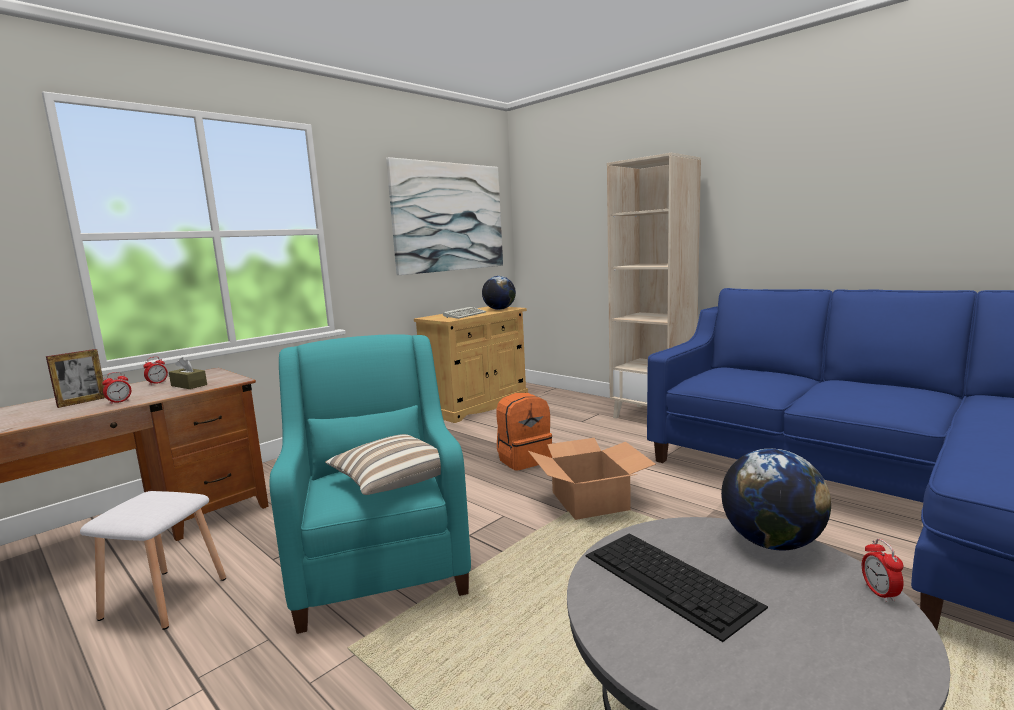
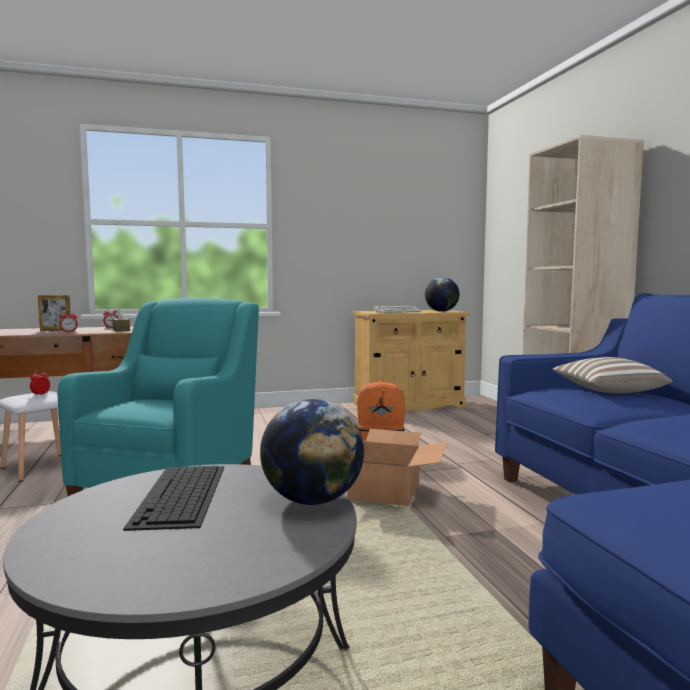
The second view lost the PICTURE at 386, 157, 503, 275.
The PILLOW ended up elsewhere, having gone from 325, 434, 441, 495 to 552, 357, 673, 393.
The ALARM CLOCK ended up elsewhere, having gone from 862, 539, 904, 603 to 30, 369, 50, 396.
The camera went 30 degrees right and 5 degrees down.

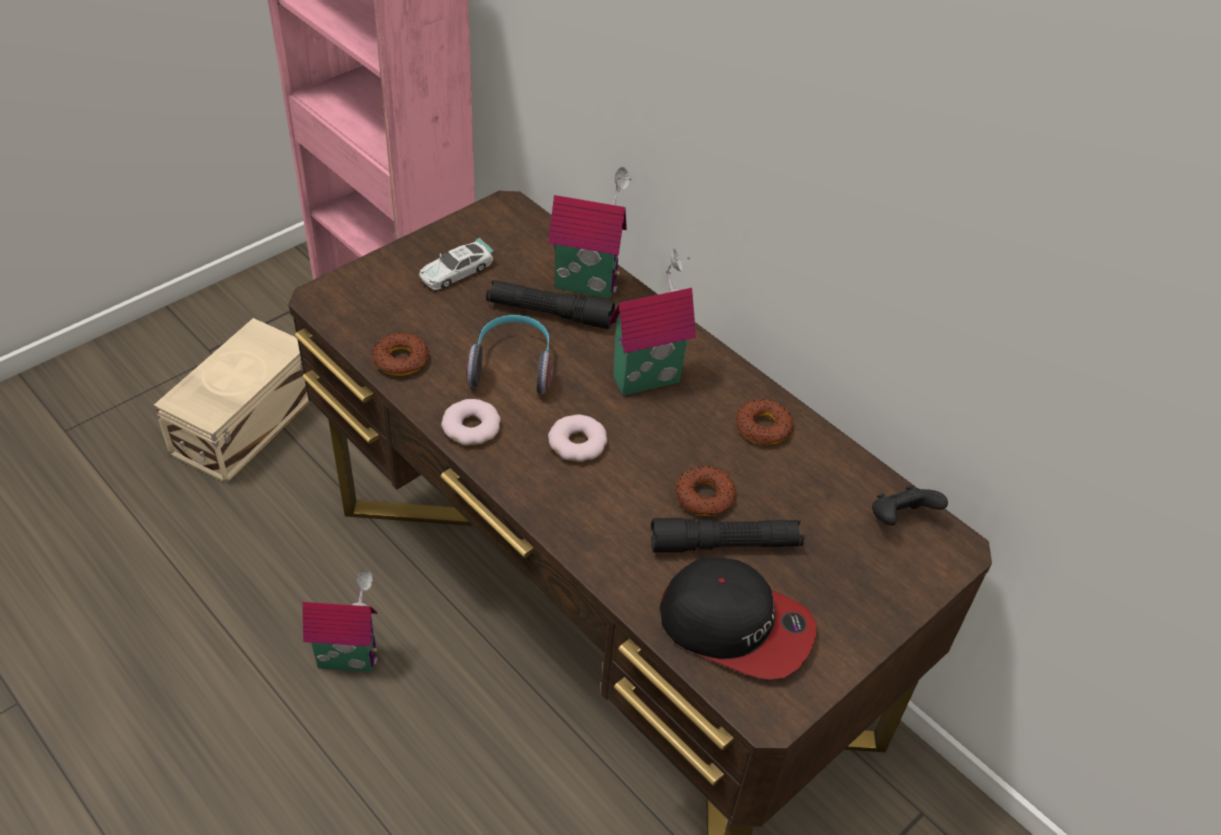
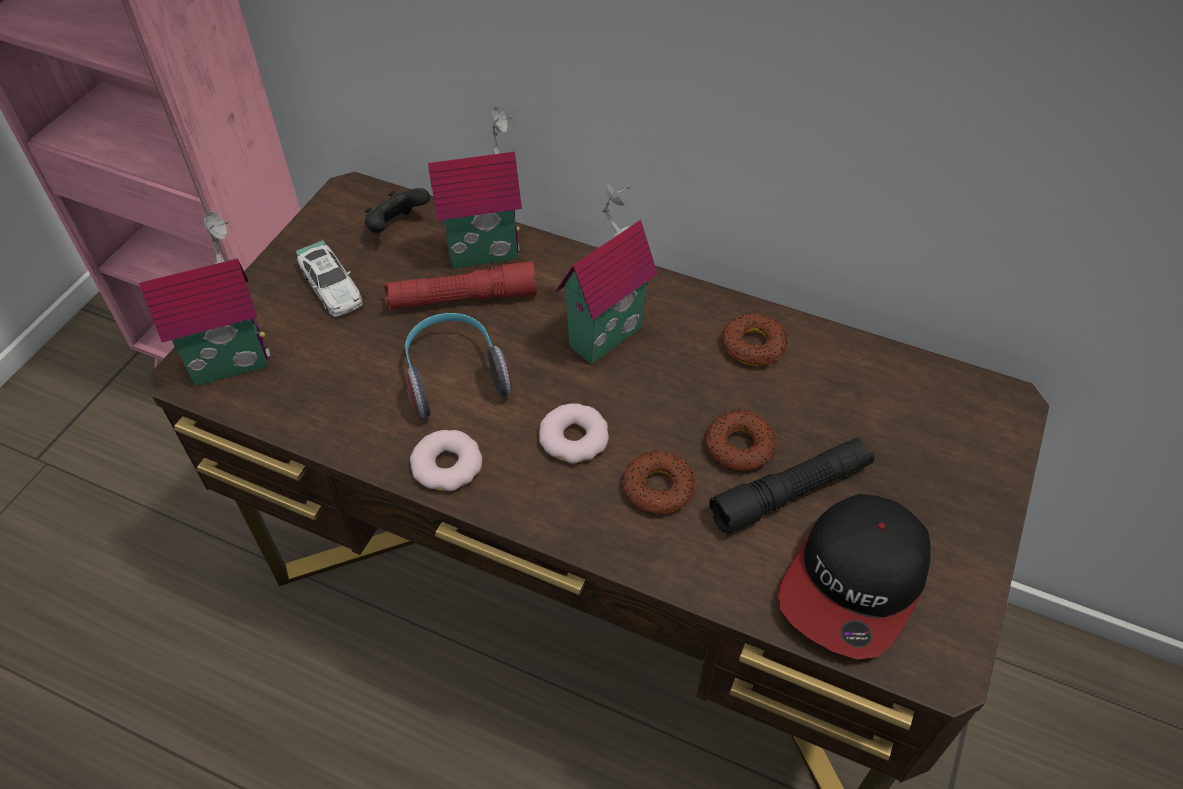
The TOY CAR at 419, 238, 494, 290 ended up facing another way, 60 degrees counterclockwise from before.
What was the BLACK FLASHLIGHT at 486, 280, 615, 329 turned into the RED FLASHLIGHT at 384, 262, 537, 309.
The second view lost the BEIGE STORAGE BOX at 154, 318, 310, 484.
The DONUT ended up elsewhere, having gone from 372, 332, 430, 376 to 622, 450, 696, 514.
The BLACK GAME CONTROLLER ended up elsewhere, having gone from 872, 486, 948, 525 to 364, 188, 430, 233.
The CAP at 660, 557, 817, 680 ended up facing another way, 120 degrees clockwise from before.
The TOY HOUSE ended up elsewhere, having gone from 302, 570, 378, 672 to 139, 211, 271, 386.
The camera went 20 degrees left and 5 degrees up.

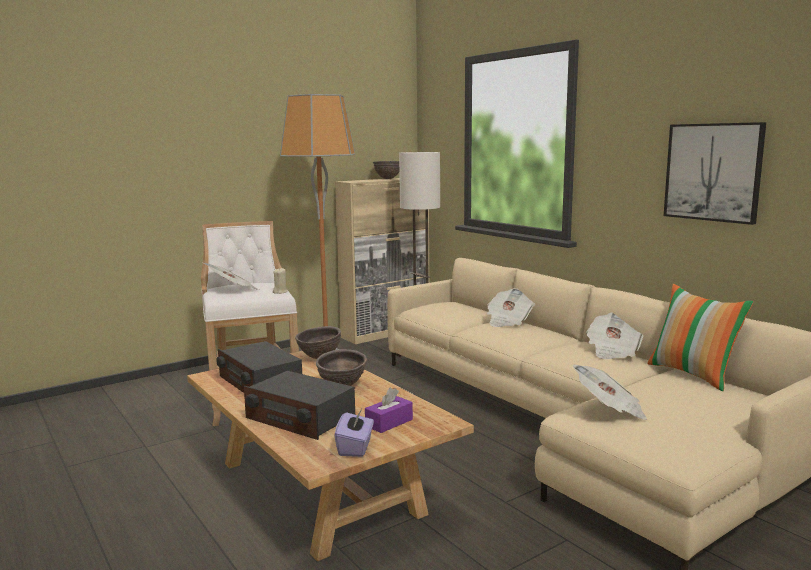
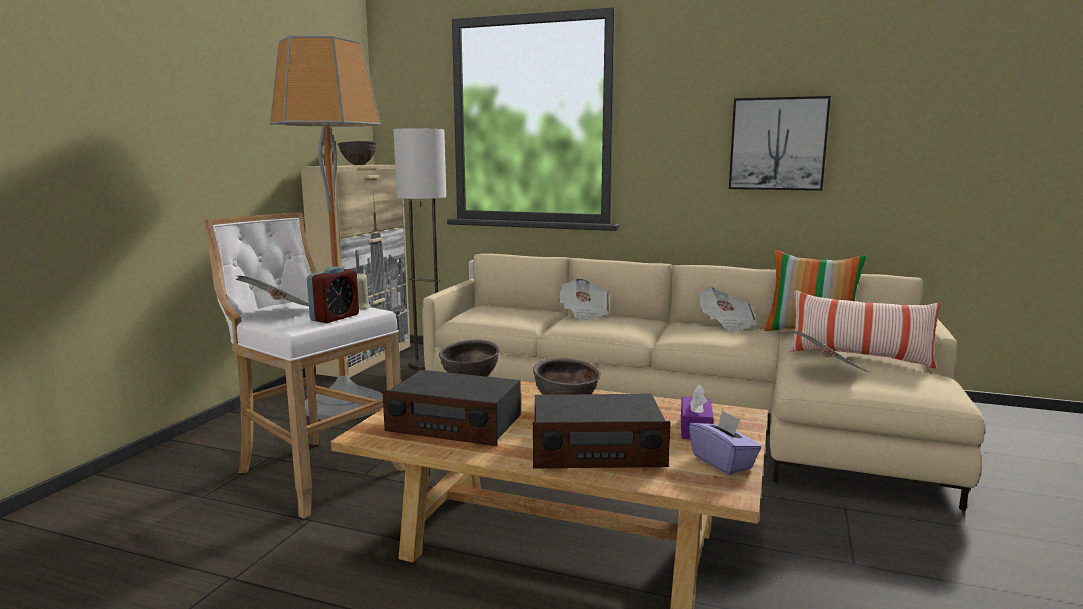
The second view gained the ALARM CLOCK at 307, 267, 359, 323.
The second view gained the PILLOW at 788, 290, 941, 369.
The camera went 35 degrees left and 0 degrees up.

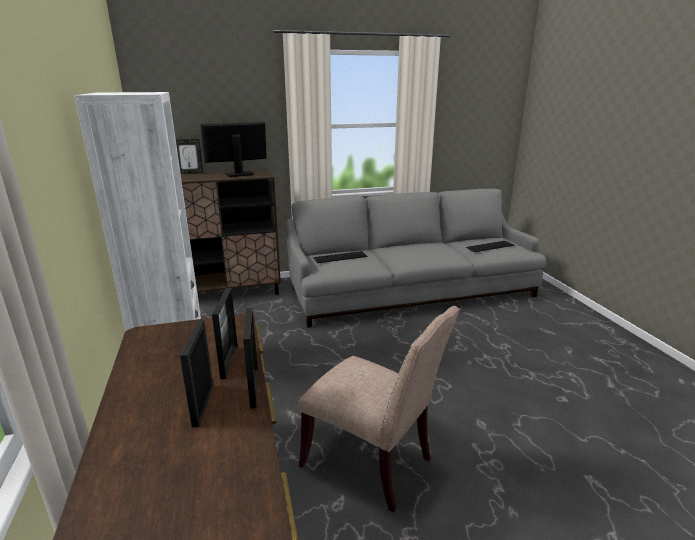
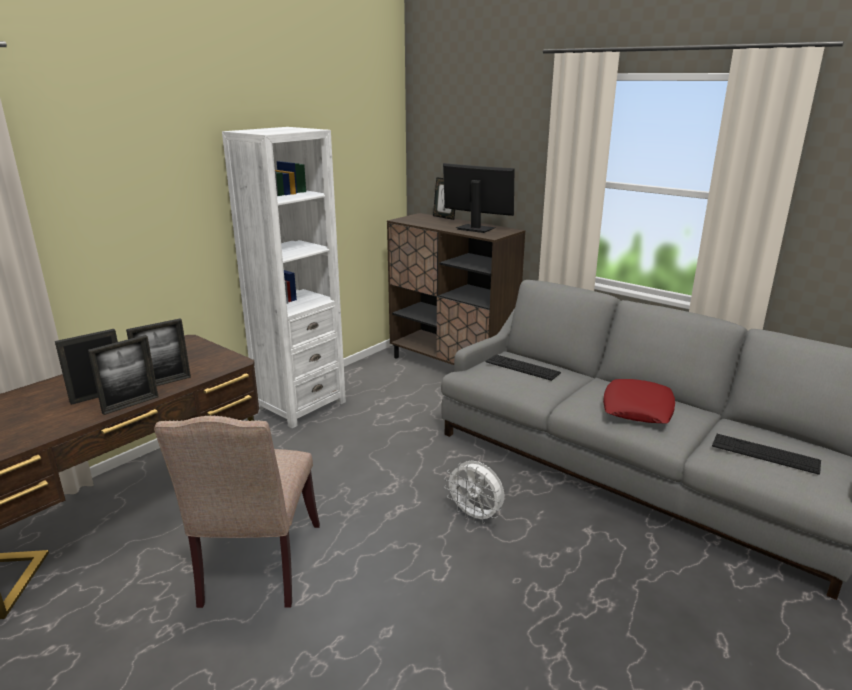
The second view gained the RED PILLOW at 603, 379, 675, 423.
The second view gained the WHITE FAN at 444, 461, 505, 524.
The camera went 55 degrees right and 0 degrees up.

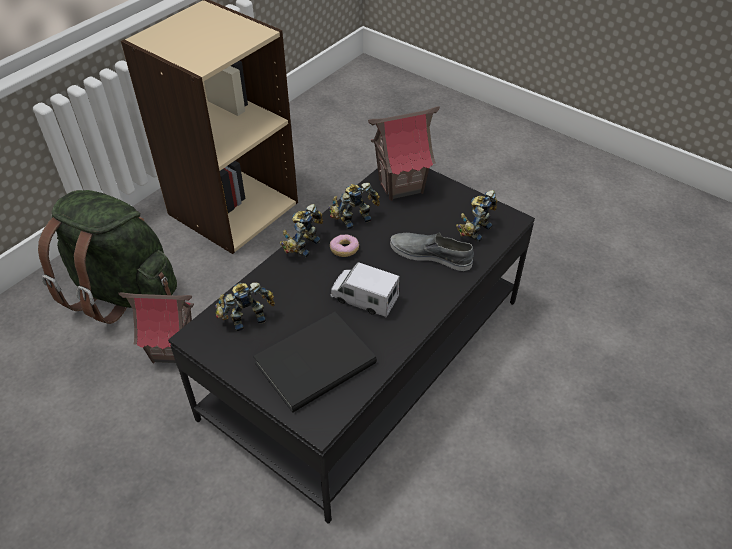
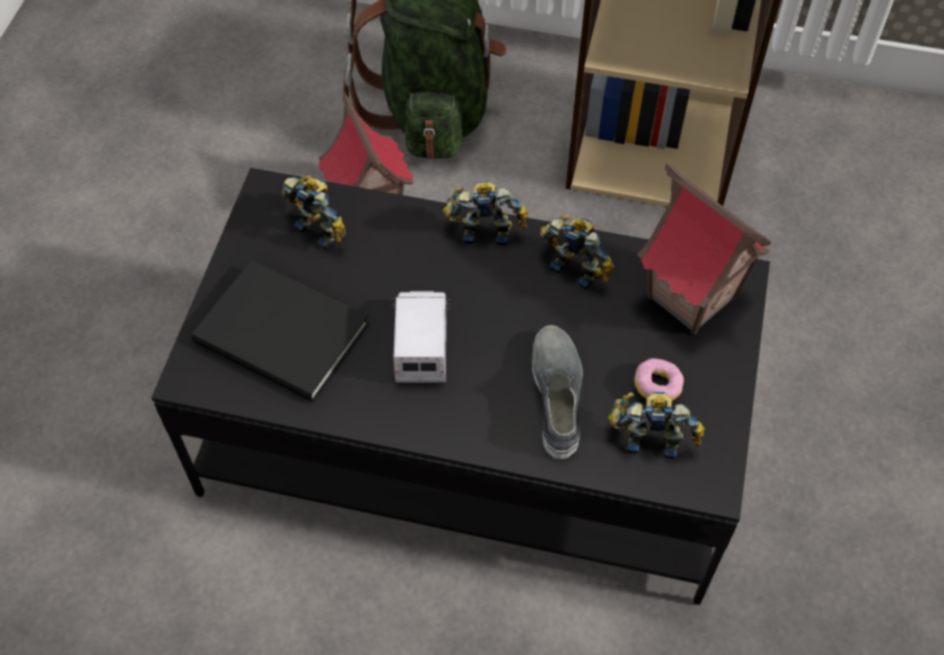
The DONUT ended up elsewhere, having gone from 330, 235, 359, 257 to 634, 358, 684, 401.
The camera went 65 degrees right and 10 degrees up.

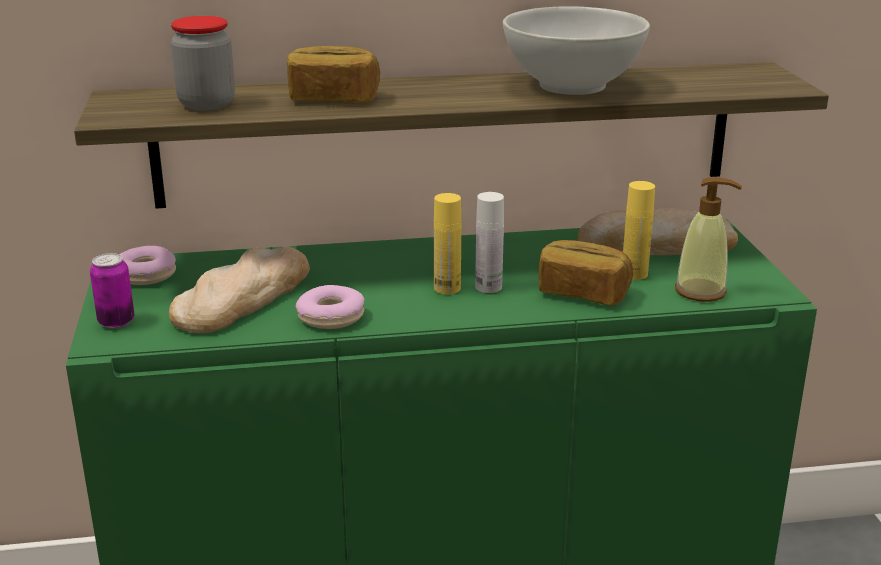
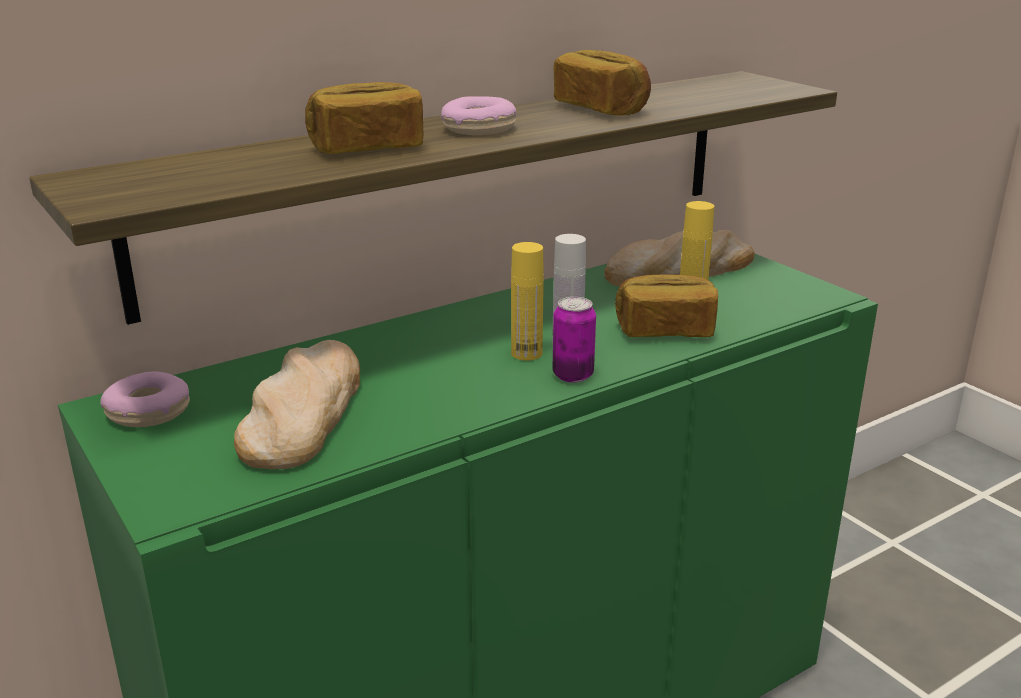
Where the WHITE BOWL stood at 503, 6, 650, 95, the BREAD came to stand at 554, 50, 651, 116.
The second view lost the JAR at 171, 16, 235, 111.
The second view lost the SOAP DISPENSER at 675, 177, 742, 302.
The CAN ended up elsewhere, having gone from 90, 253, 135, 328 to 552, 297, 596, 383.
The DONUT ended up elsewhere, having gone from 296, 285, 365, 329 to 441, 96, 516, 135.
The camera went 25 degrees left and 0 degrees up.

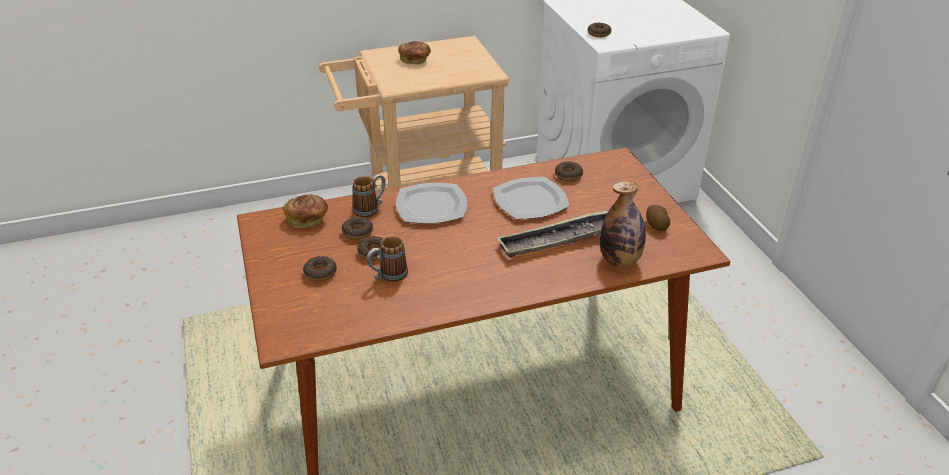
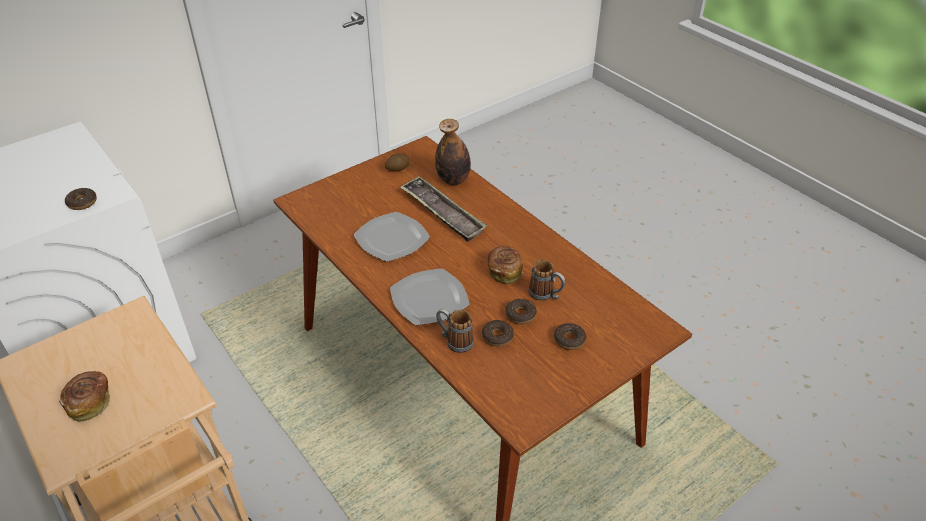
The second view lost the DONUT at 555, 161, 583, 181.
The BREAD ended up elsewhere, having gone from 283, 194, 328, 228 to 488, 246, 523, 284.
The camera went 110 degrees left and 5 degrees up.

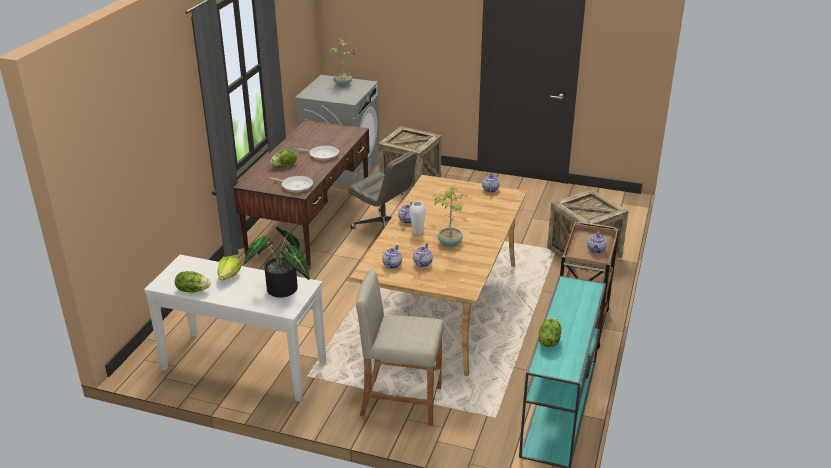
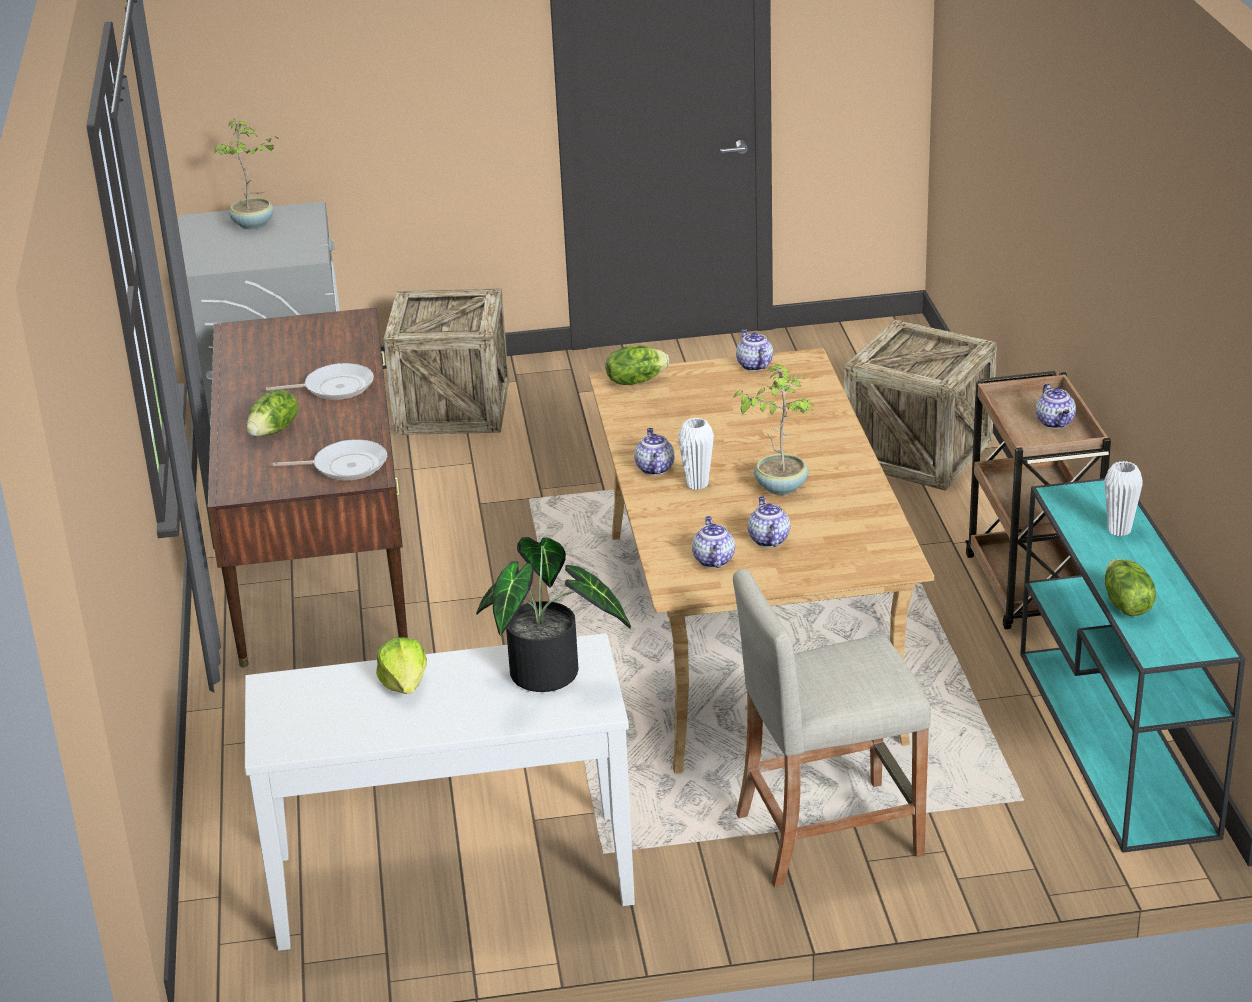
The second view lost the GREY OFFICE CHAIR at 348, 151, 417, 229.
The LETTUCE ended up elsewhere, having gone from 175, 271, 211, 292 to 605, 346, 669, 385.
The second view gained the WHITE VASE at 1105, 461, 1143, 536.
The camera went 25 degrees left and 0 degrees up.

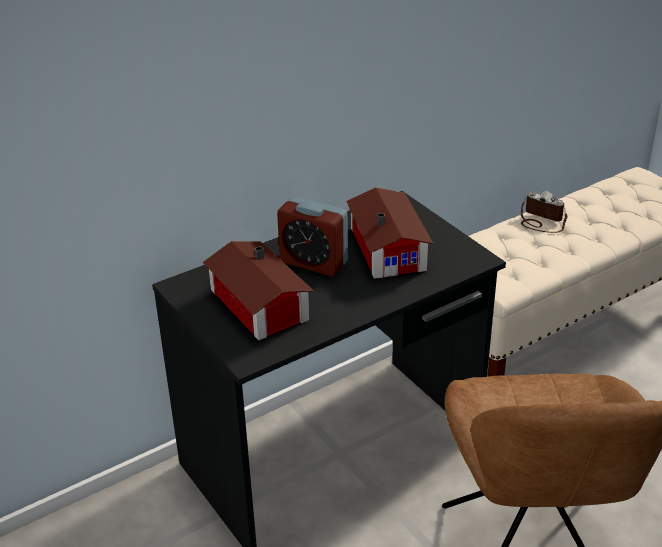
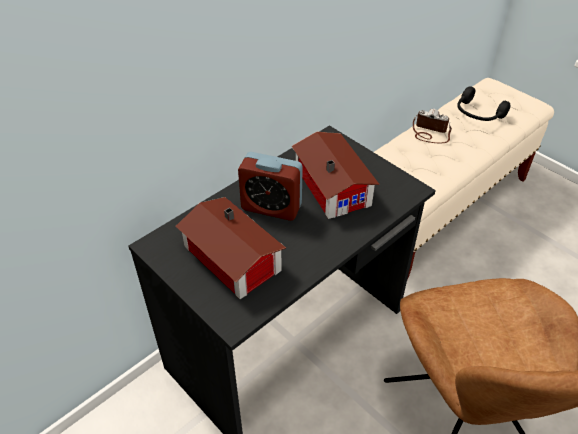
The second view gained the BLACK HEADPHONES at 457, 86, 510, 121.
The camera went 10 degrees left and 10 degrees up.

